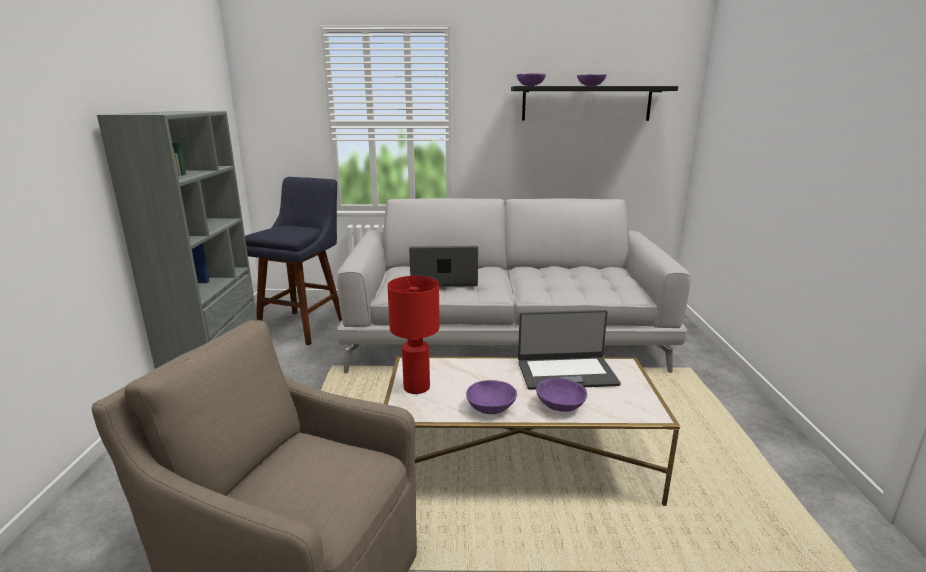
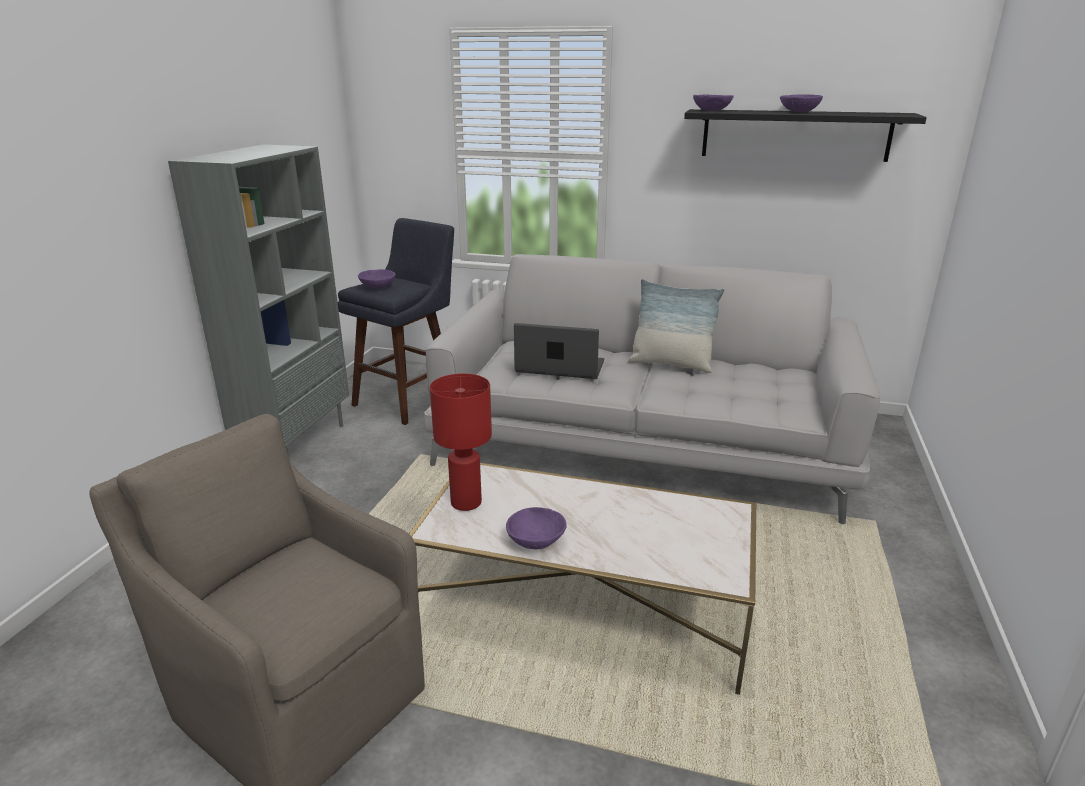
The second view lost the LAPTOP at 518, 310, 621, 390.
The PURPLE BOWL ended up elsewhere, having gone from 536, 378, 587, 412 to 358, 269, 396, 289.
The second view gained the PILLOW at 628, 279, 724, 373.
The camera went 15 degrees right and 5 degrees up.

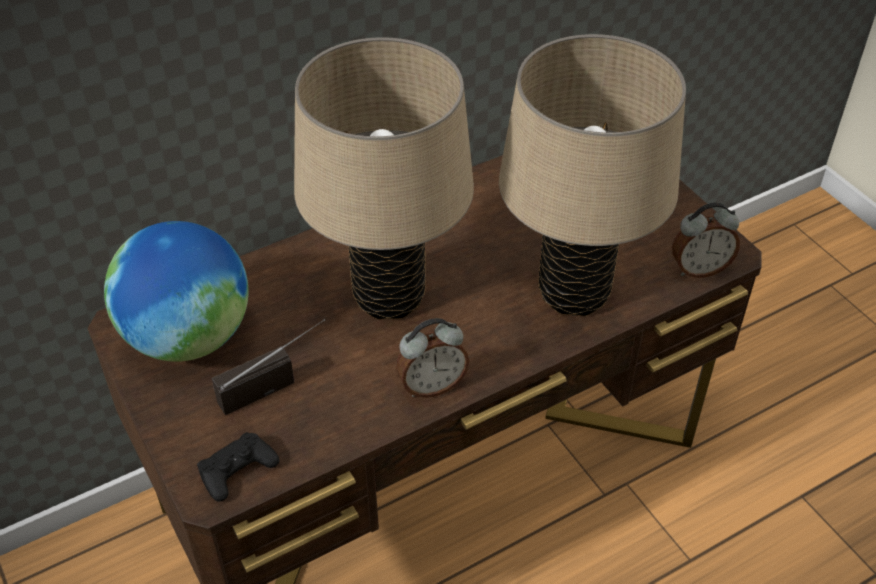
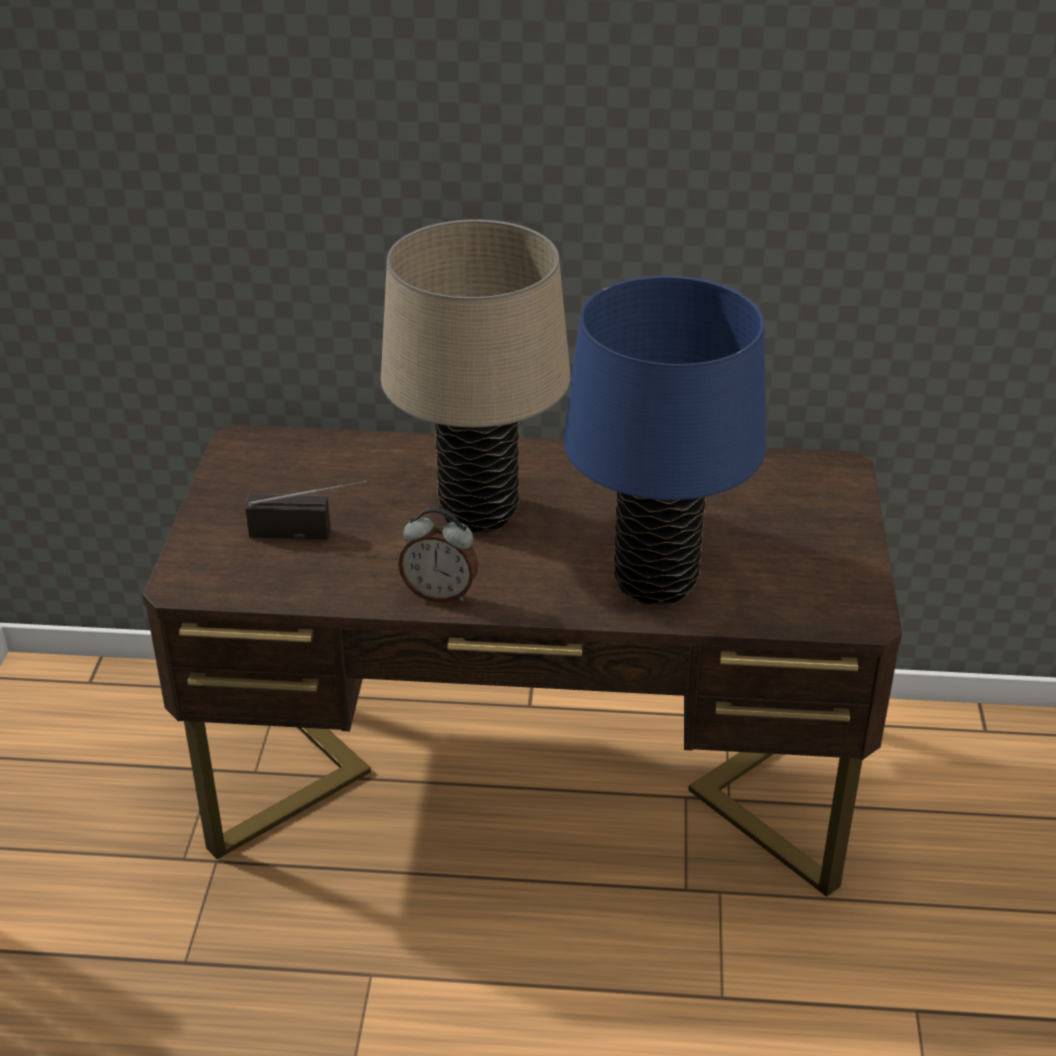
What was the BEIGE TABLE LAMP at 499, 34, 686, 316 turned into the BLUE TABLE LAMP at 563, 275, 766, 605.
The second view lost the ALARM CLOCK at 672, 202, 740, 278.
The second view lost the GLOBE at 104, 221, 249, 362.
The second view lost the BLACK GAME CONTROLLER at 197, 432, 280, 502.
The camera went 35 degrees right and 10 degrees down.

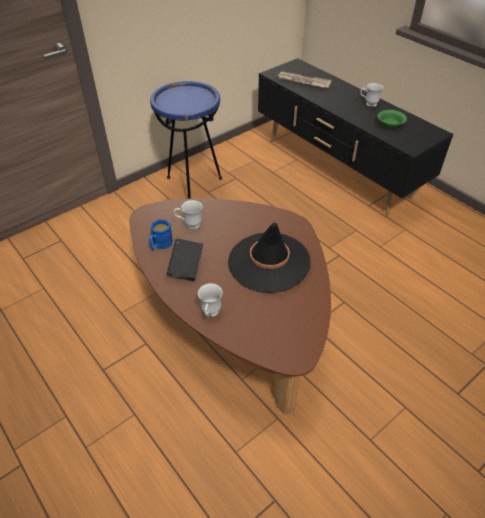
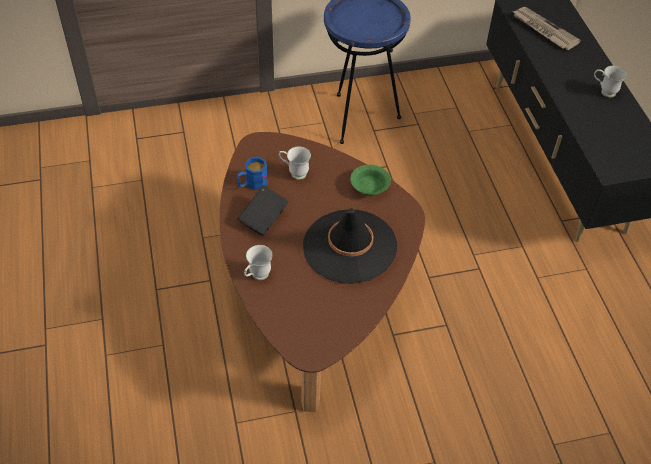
The GREEN BOWL ended up elsewhere, having gone from 378, 110, 407, 129 to 350, 165, 391, 196.
The camera went 25 degrees right and 5 degrees up.

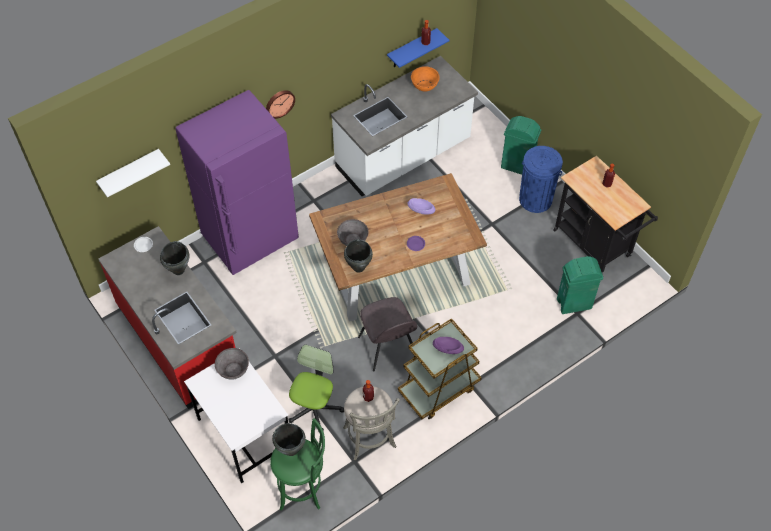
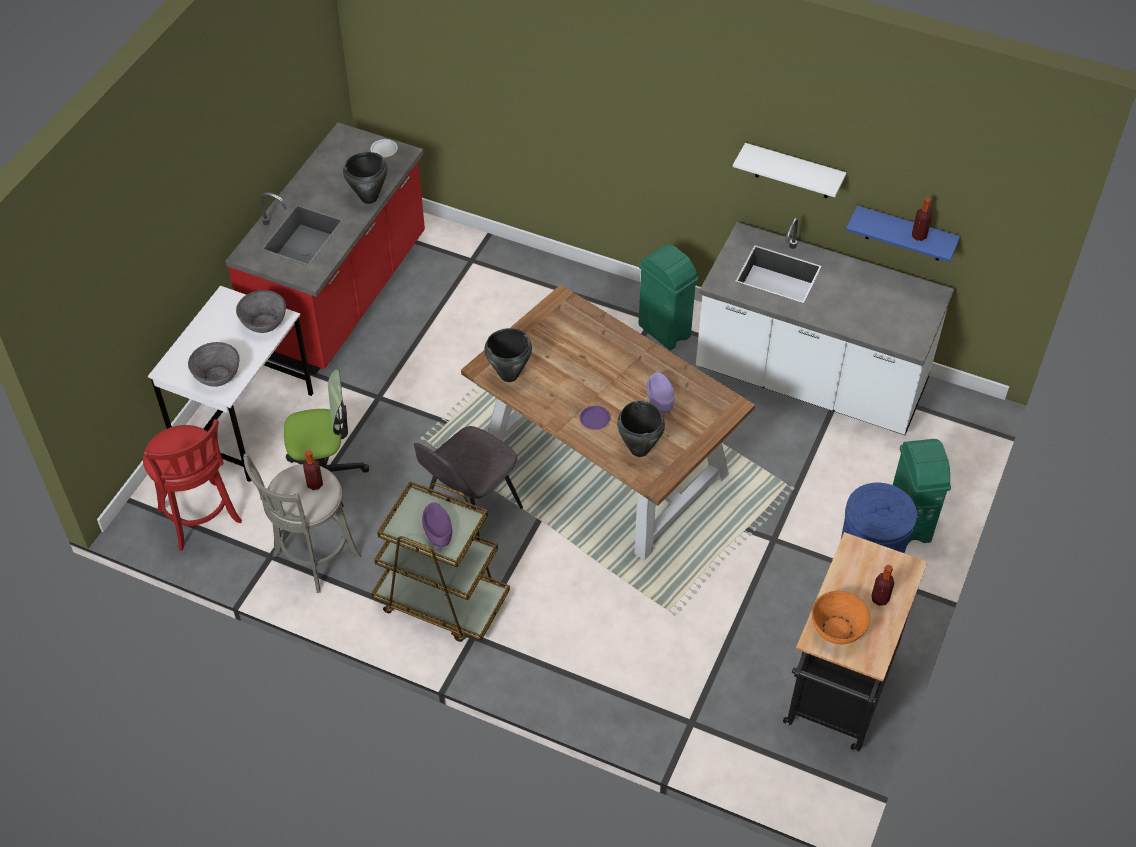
The ORANGE BOWL ended up elsewhere, having gone from 411, 66, 440, 92 to 811, 591, 870, 644.
The second view lost the PURPLE FRIDGE at 176, 90, 299, 275.
The second view lost the WALL CLOCK at 266, 90, 295, 119.
The WHITE SHELF ended up elsewhere, having gone from 96, 149, 170, 197 to 733, 143, 846, 198.
The GREY BOWL ended up elsewhere, having gone from 337, 219, 368, 246 to 188, 342, 240, 387.
The GREEN TRASH CAN ended up elsewhere, having gone from 557, 256, 603, 314 to 638, 245, 699, 351.
What was the GREEN STOOL at 270, 418, 325, 511 turned into the RED STOOL at 143, 419, 242, 551.
The BLACK COOKING POT ended up elsewhere, having gone from 272, 423, 306, 456 to 617, 401, 665, 457.
The camera went 60 degrees right and 5 degrees down.

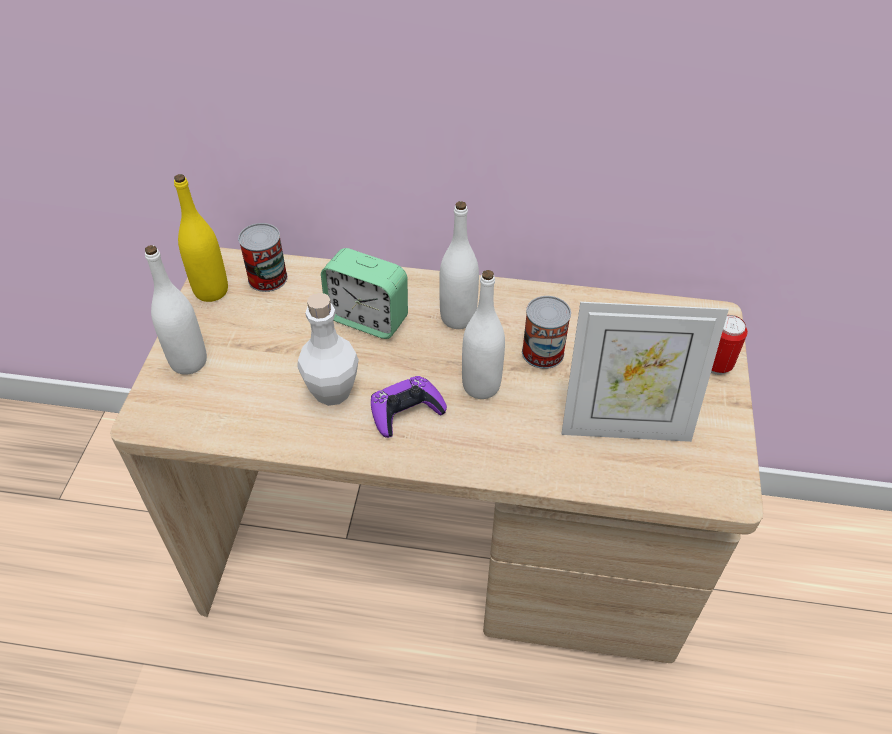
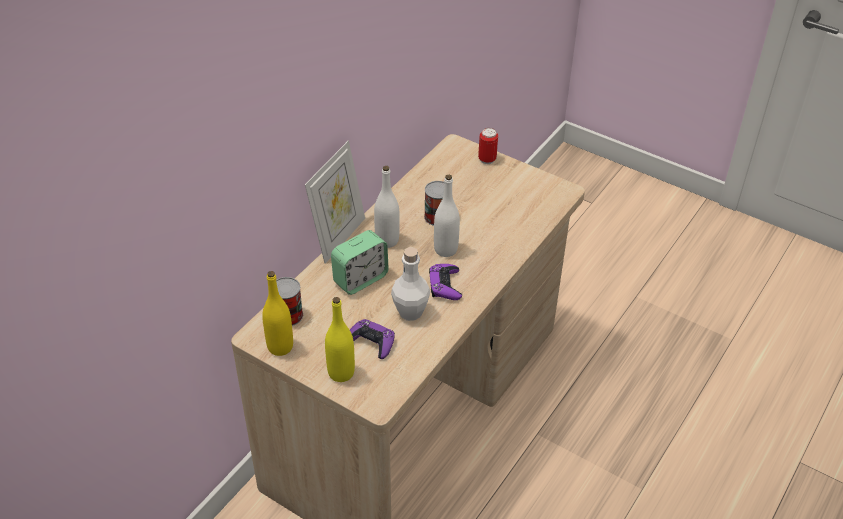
What was the WHITE BOTTLE at 145, 245, 207, 375 turned into the YELLOW BOTTLE at 325, 297, 355, 382.
The PICTURE FRAME ended up elsewhere, having gone from 561, 302, 729, 442 to 305, 141, 365, 264.
The second view gained the PURPLE GAME CONTROLLER at 350, 319, 395, 359.
The camera went 65 degrees left and 5 degrees down.

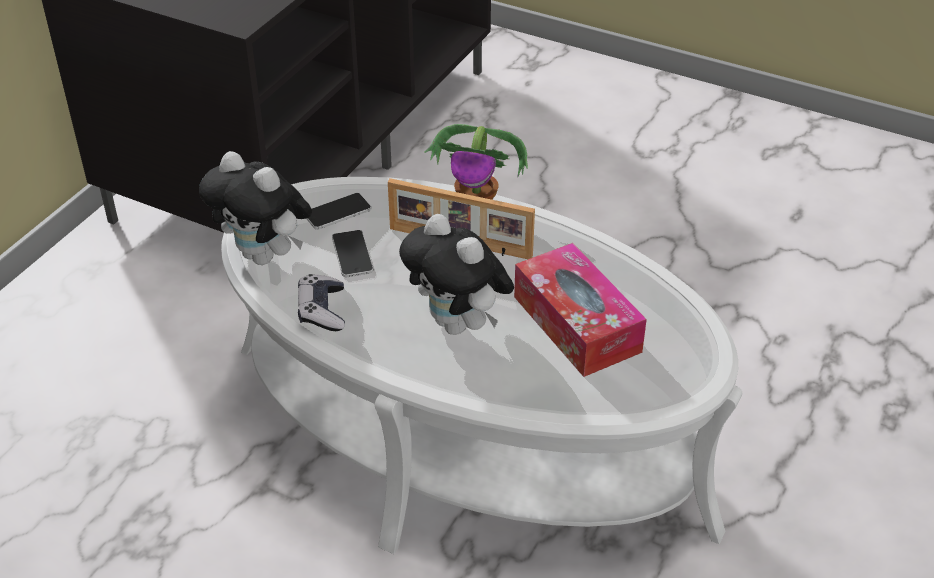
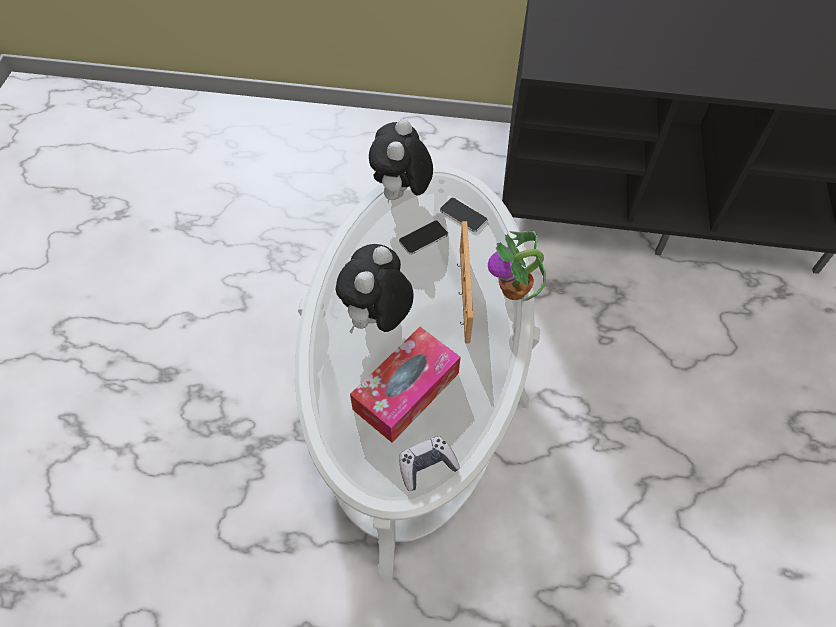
The GAME CONTROLLER ended up elsewhere, having gone from 298, 274, 345, 331 to 399, 436, 460, 491.
The camera went 70 degrees right and 15 degrees up.

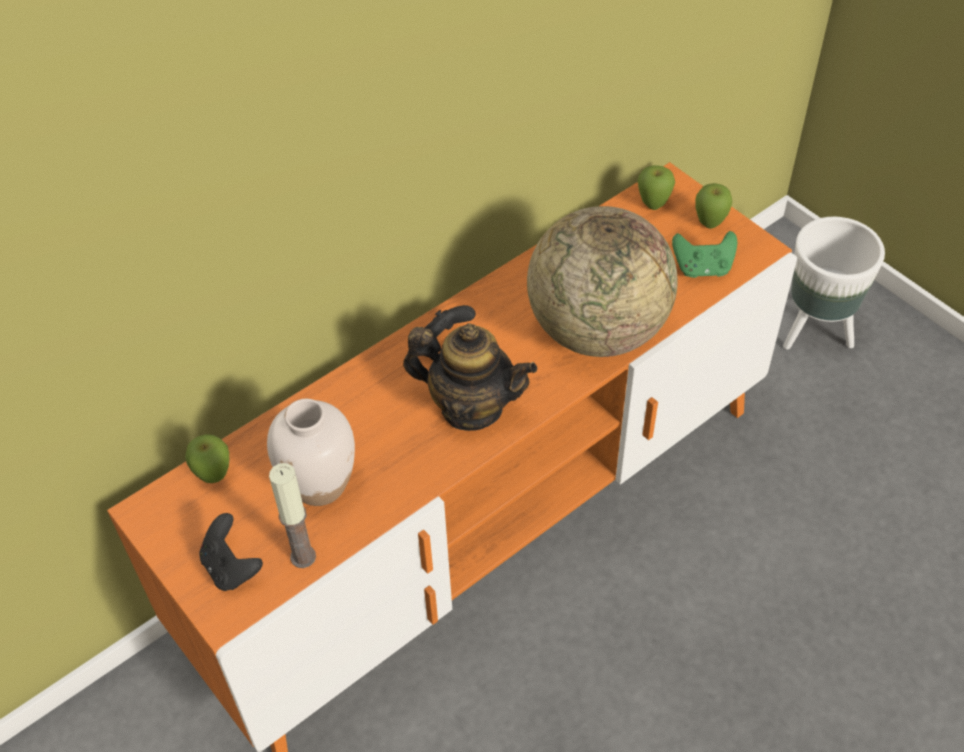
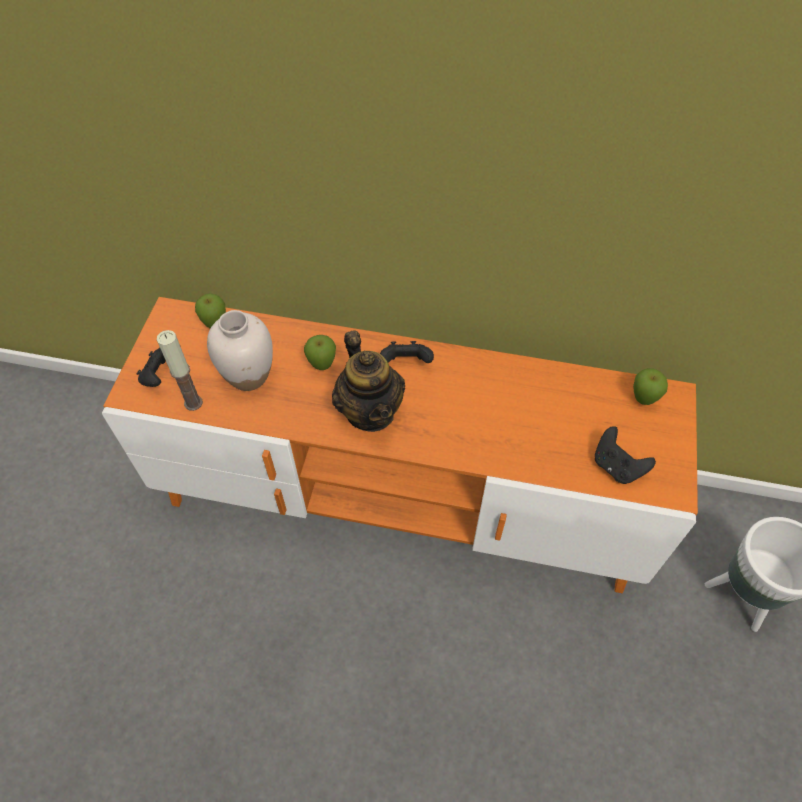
The APPLE ended up elsewhere, having gone from 695, 183, 732, 229 to 304, 335, 336, 370.
The second view lost the GLOBE at 527, 206, 678, 357.
What was the GREEN GAME CONTROLLER at 672, 231, 737, 278 turned into the BLACK GAME CONTROLLER at 595, 426, 656, 484.
The camera went 50 degrees right and 5 degrees up.

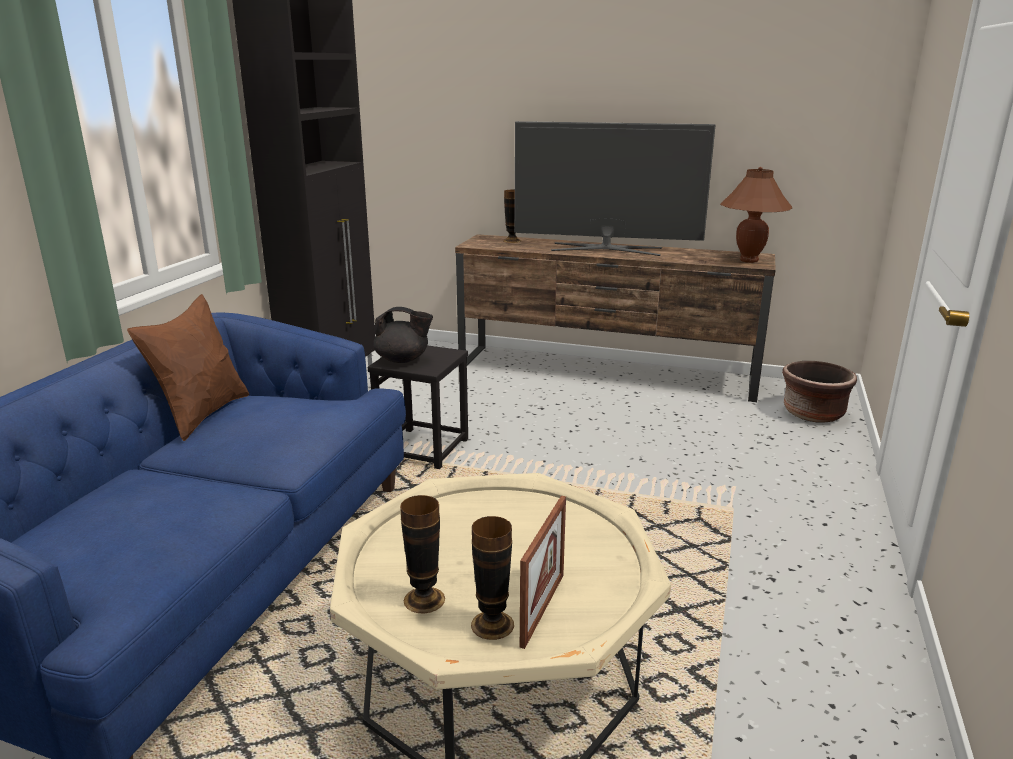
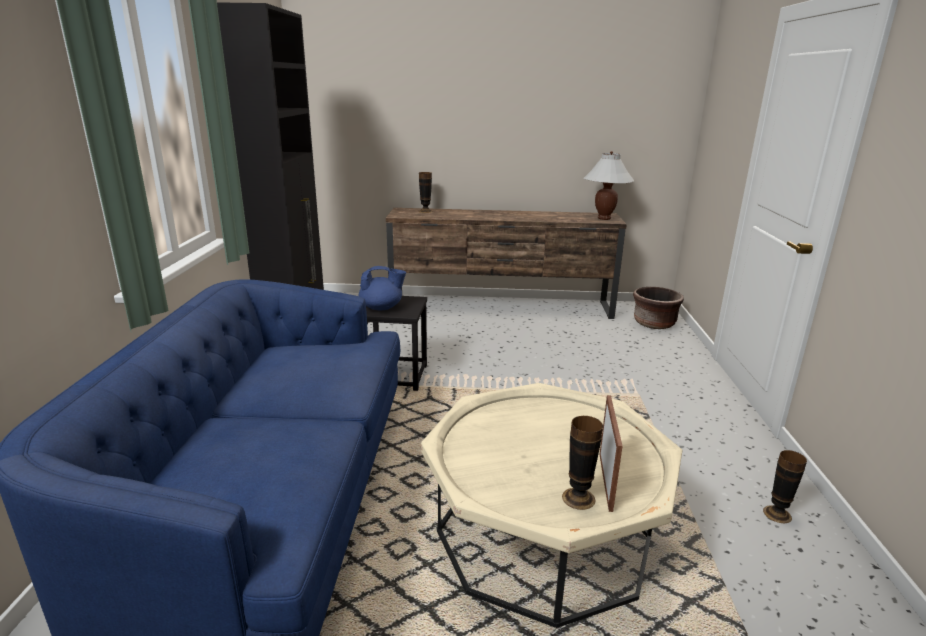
The second view lost the TELEVISION at 515, 121, 715, 256.
What was the BROWN TABLE LAMP at 720, 167, 792, 263 turned into the WHITE TABLE LAMP at 584, 151, 634, 220.
The second view lost the BROWN PILLOW at 127, 294, 249, 441.
What was the BLACK TEAPOT at 373, 307, 433, 363 turned into the BLUE TEAPOT at 359, 266, 406, 310.
The VASE ended up elsewhere, having gone from 400, 495, 445, 613 to 763, 450, 807, 523.
The camera went 15 degrees left and 0 degrees up.

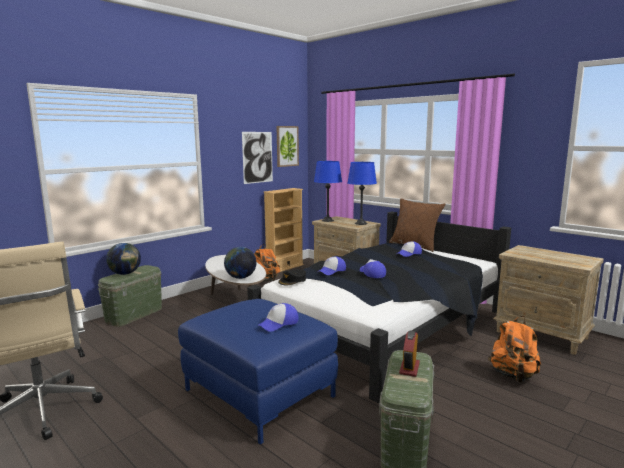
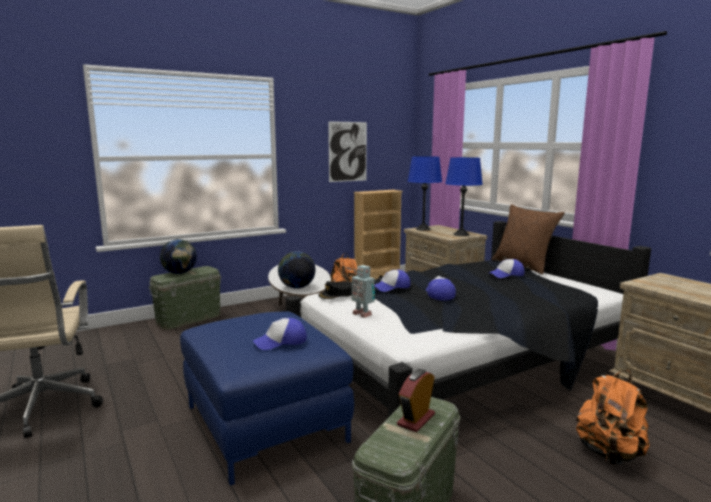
The second view lost the PICTURE at 277, 126, 299, 167.
The second view gained the TOY ROBOT at 352, 265, 375, 318.
The camera went 15 degrees right and 0 degrees up.

